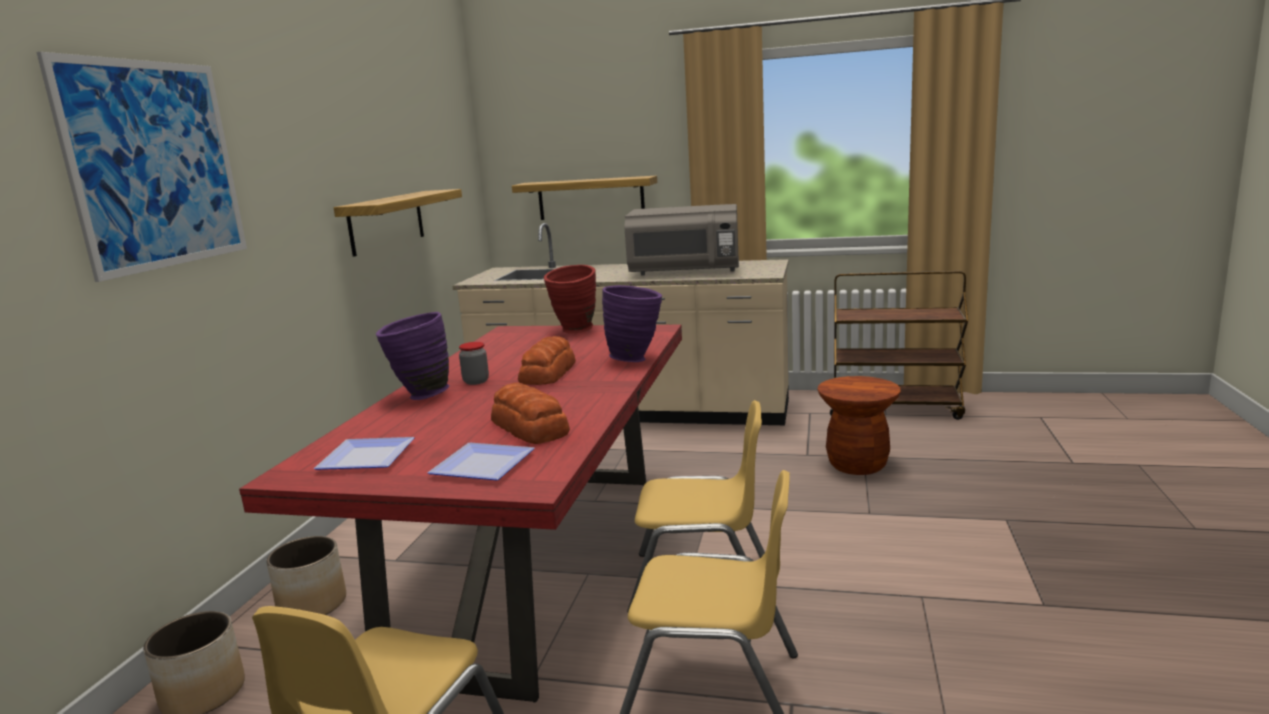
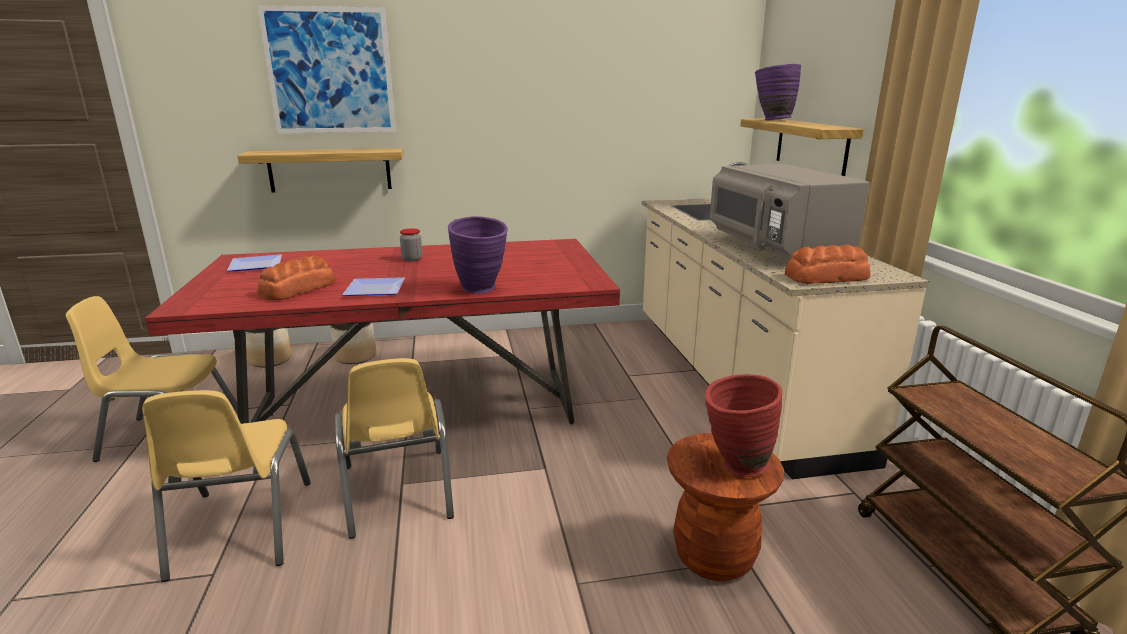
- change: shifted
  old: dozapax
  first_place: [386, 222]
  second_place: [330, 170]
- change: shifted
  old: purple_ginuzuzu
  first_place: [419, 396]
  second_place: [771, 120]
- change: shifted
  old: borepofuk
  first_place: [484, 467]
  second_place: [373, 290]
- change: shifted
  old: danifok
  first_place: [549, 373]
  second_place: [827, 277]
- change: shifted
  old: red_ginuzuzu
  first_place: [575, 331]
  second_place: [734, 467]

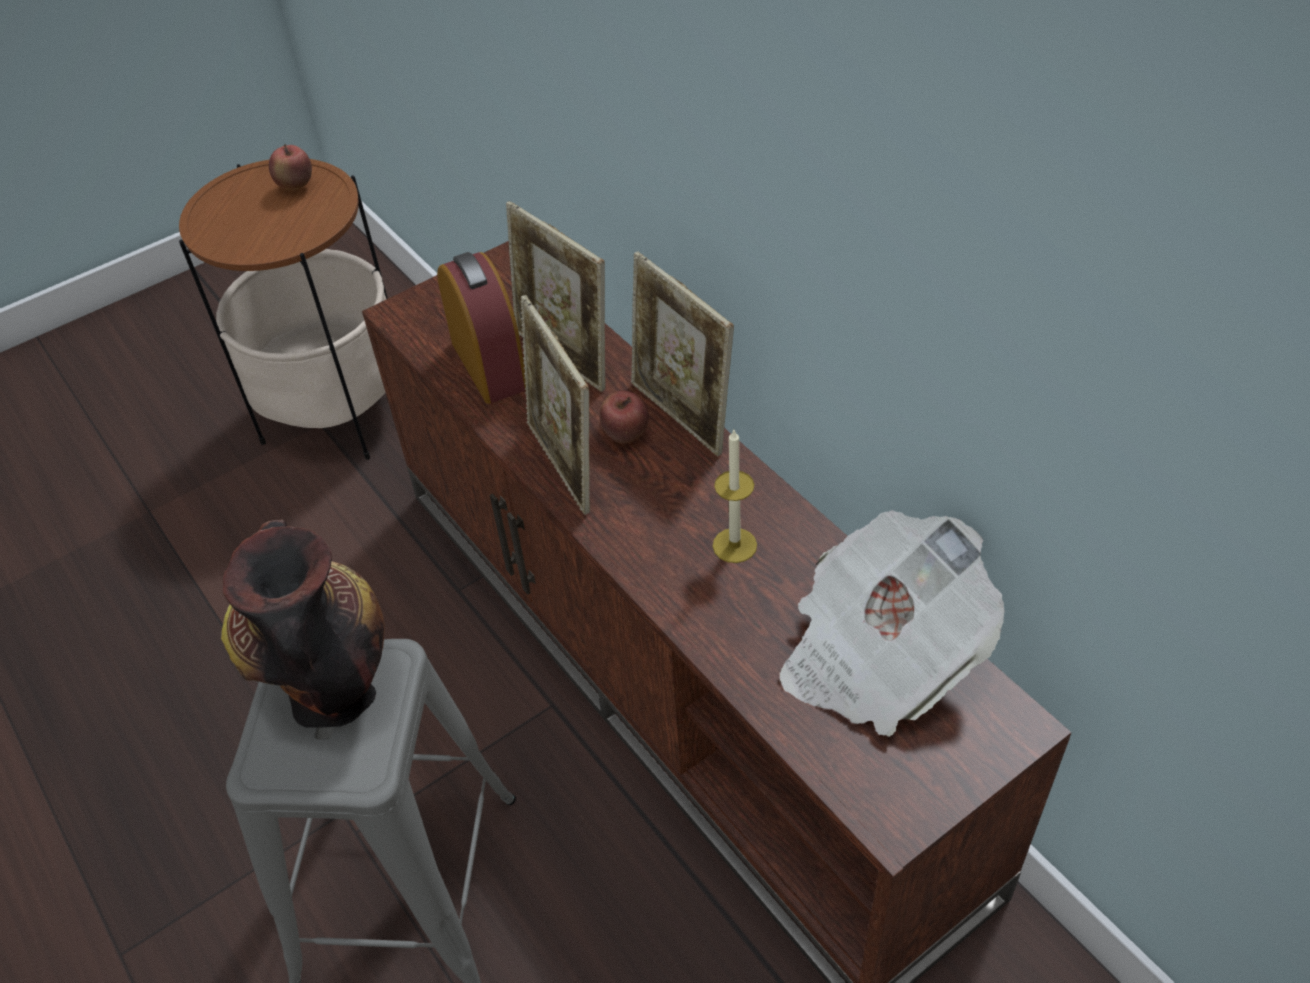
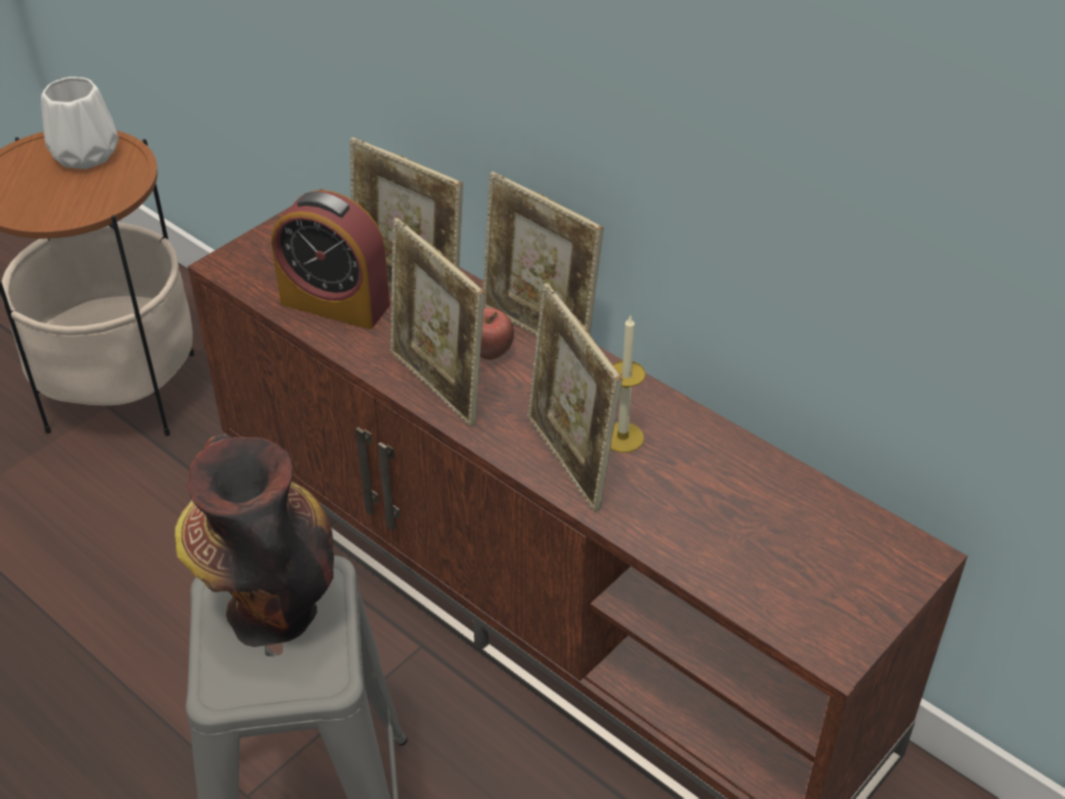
- change: gone
  old: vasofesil
  first_place: [879, 654]
- change: new
  new: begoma
  second_place: [569, 462]
- change: swapped
  old: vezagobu
  new: white_ginuzuzu
  first_place: [296, 186]
  second_place: [86, 153]
- change: rotated
  old: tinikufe
  first_place: [489, 365]
  second_place: [335, 303]
  degrees: 150

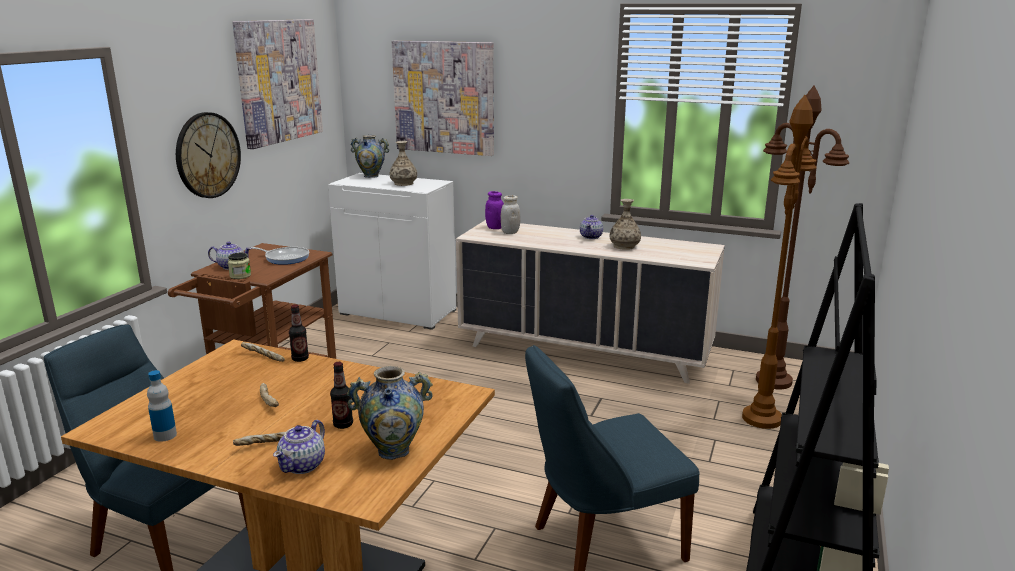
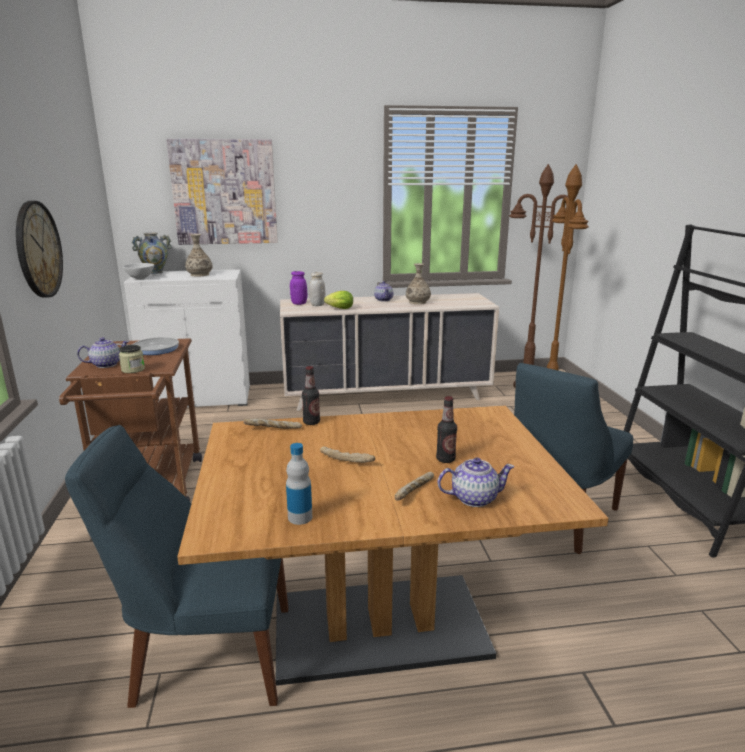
- change: gone
  old: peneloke
  first_place: [278, 81]
- change: gone
  old: ginuzuzu
  first_place: [393, 451]
- change: new
  new: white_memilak
  second_place: [140, 279]
- change: new
  new: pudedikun
  second_place: [338, 308]
- change: rotated
  old: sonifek
  first_place: [303, 465]
  second_place: [473, 498]
  degrees: -90

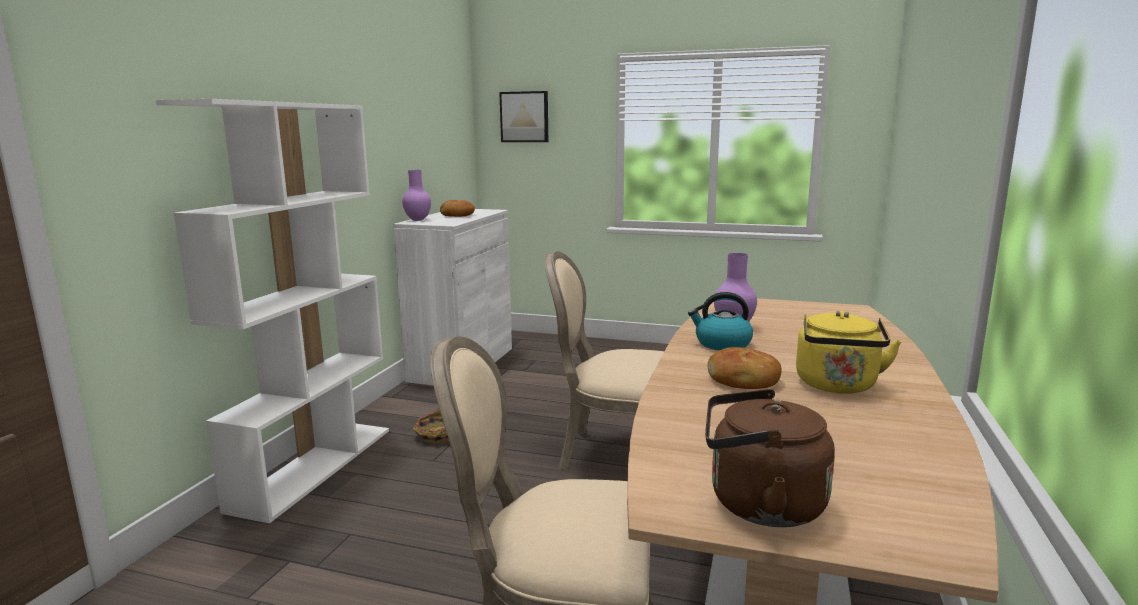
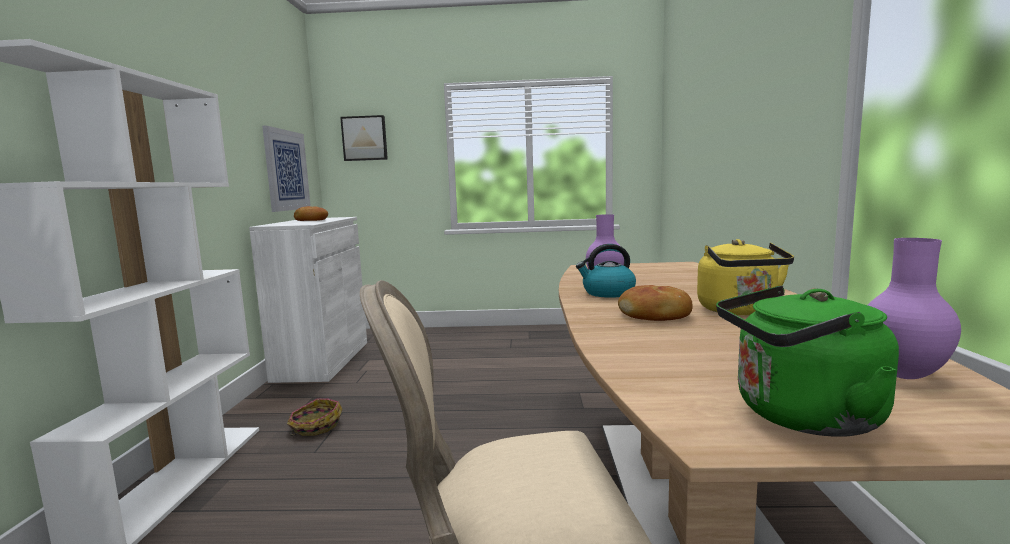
- change: gone
  old: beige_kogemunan
  first_place: [614, 453]
- change: new
  new: peneloke
  second_place: [286, 170]
- change: shifted
  old: purple_ginuzuzu
  first_place: [418, 220]
  second_place: [903, 374]
- change: repainted
  old: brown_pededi
  new: green_pededi
  first_place: [759, 505]
  second_place: [799, 416]

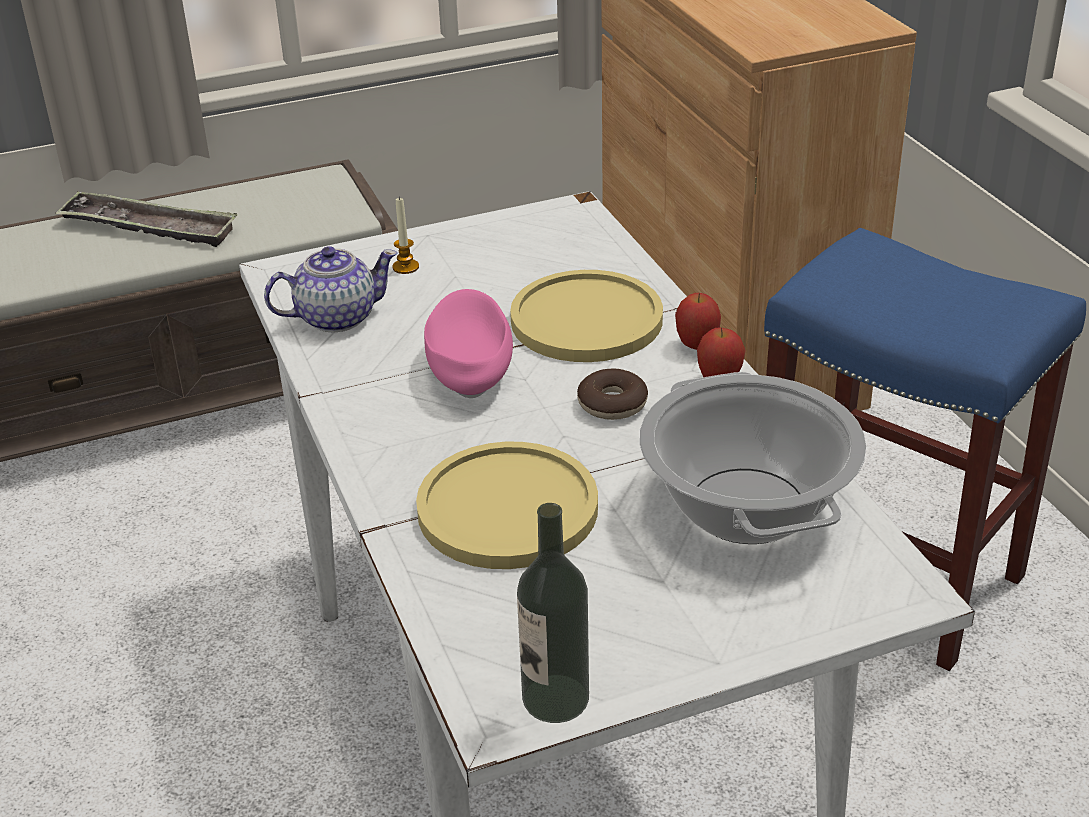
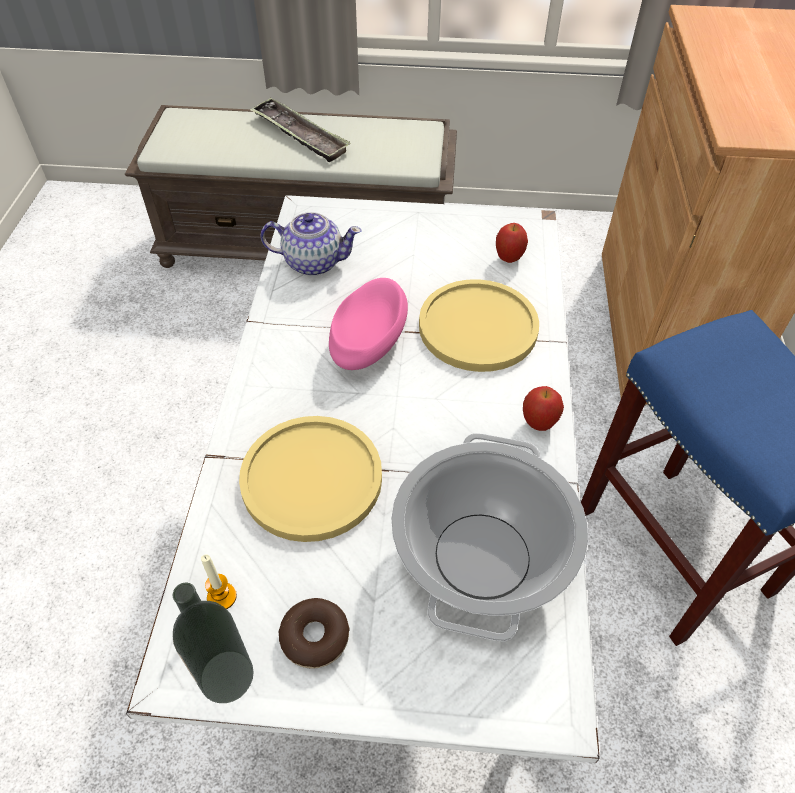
- change: shifted
  old: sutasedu
  first_place: [405, 267]
  second_place: [222, 597]
- change: shifted
  old: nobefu
  first_place: [612, 404]
  second_place: [315, 637]
- change: shifted
  old: vezagobu
  first_place: [696, 345]
  second_place: [508, 259]

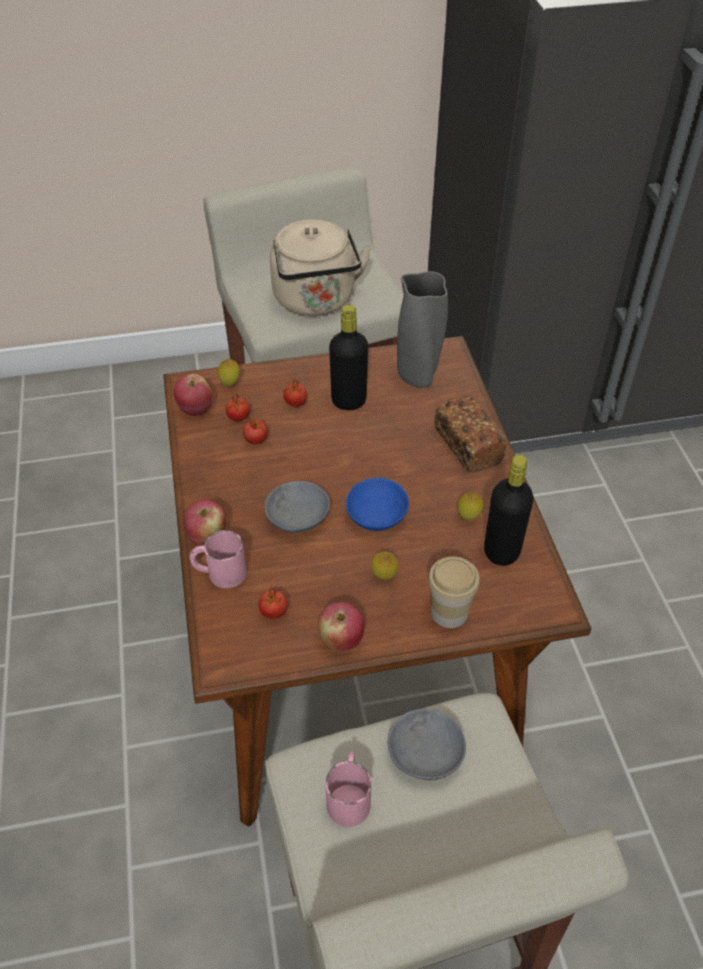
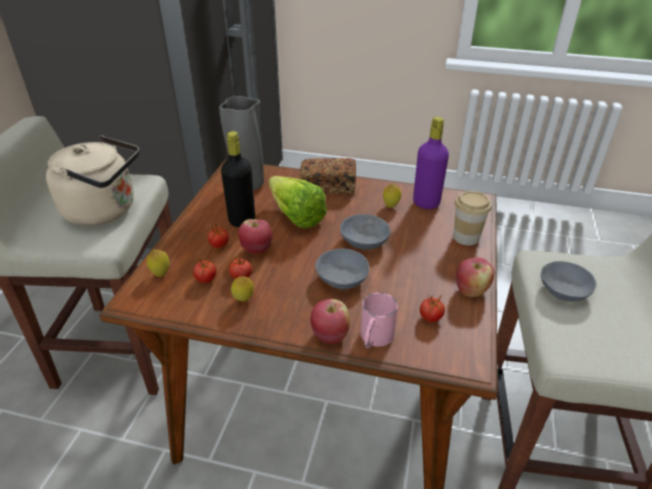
- change: gone
  old: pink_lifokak
  first_place: [349, 795]
- change: new
  new: pudedikun
  second_place: [294, 214]
- change: shifted
  old: vezagobu
  first_place: [195, 409]
  second_place: [257, 249]
- change: shifted
  old: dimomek
  first_place: [384, 577]
  second_place: [244, 300]
- change: repainted
  old: blue_memilak
  new: grey_memilak
  first_place: [375, 514]
  second_place: [363, 241]
- change: repainted
  old: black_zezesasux
  new: purple_zezesasux
  first_place: [501, 551]
  second_place: [426, 203]

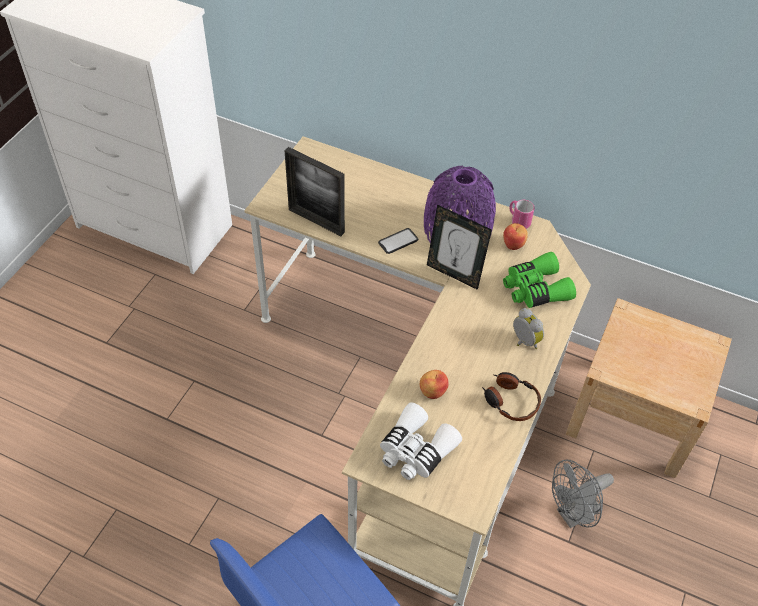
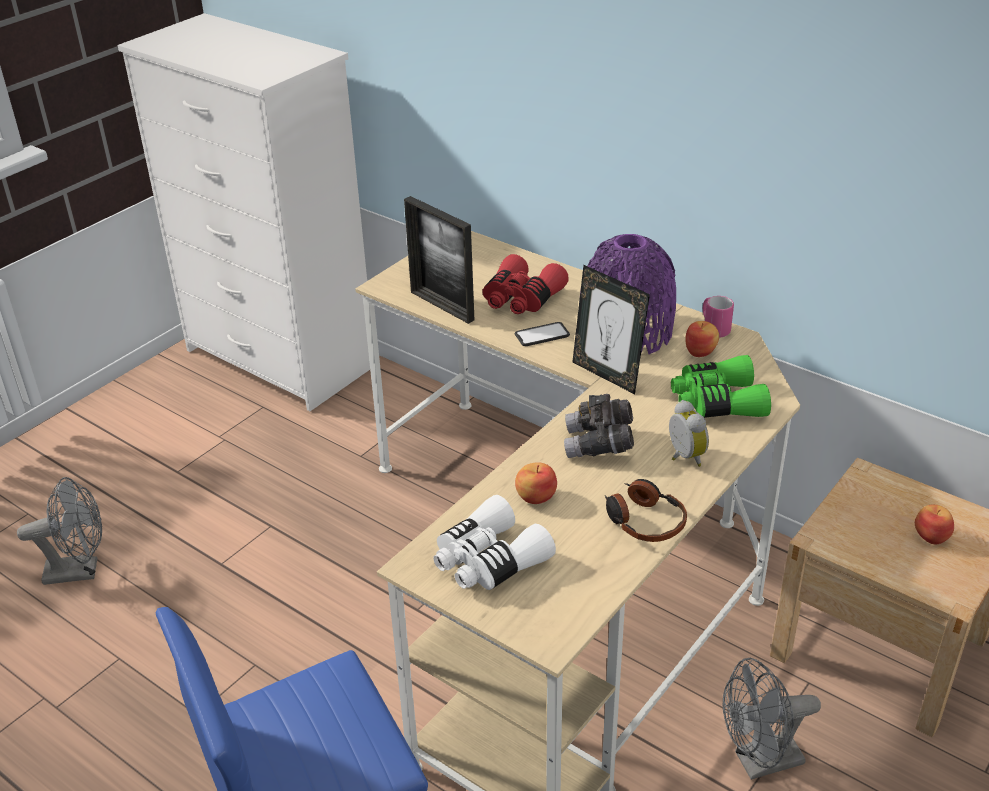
- change: new
  new: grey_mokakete
  second_place: [80, 571]
- change: new
  new: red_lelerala
  second_place: [521, 299]
- change: new
  new: grey_lelerala
  second_place: [599, 444]
- change: new
  new: vezagobu
  second_place: [931, 535]

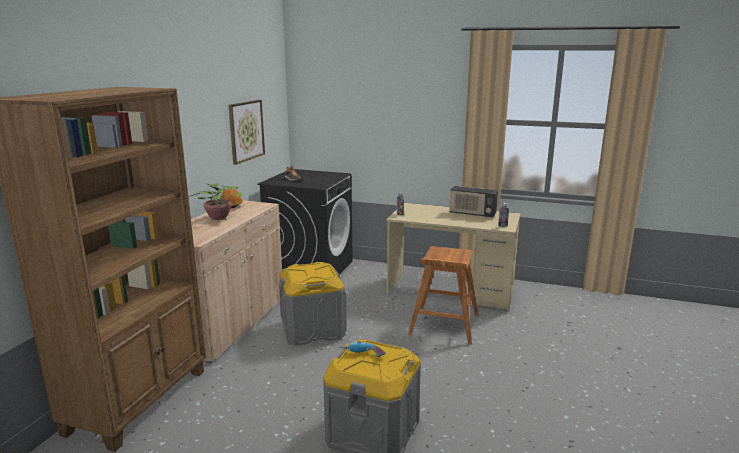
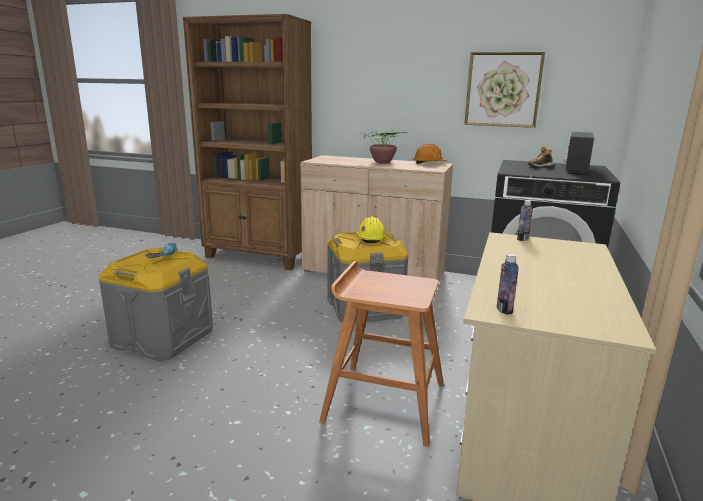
- change: new
  new: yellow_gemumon
  second_place: [371, 238]
- change: shifted
  old: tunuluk
  first_place: [472, 214]
  second_place: [576, 169]

